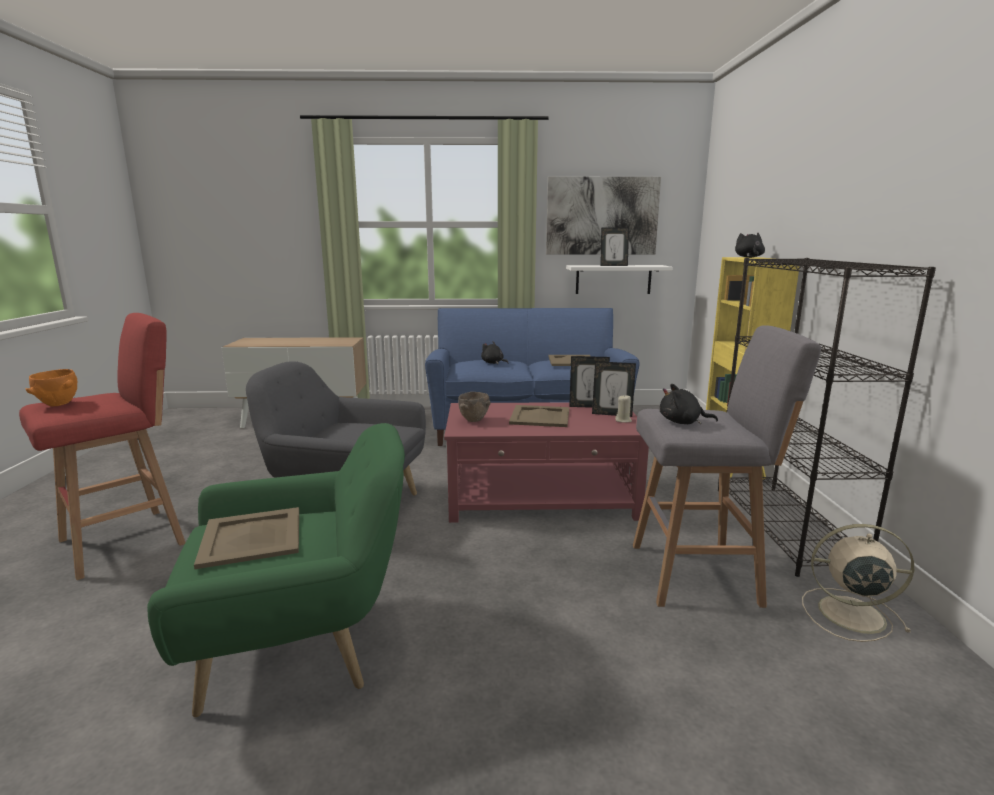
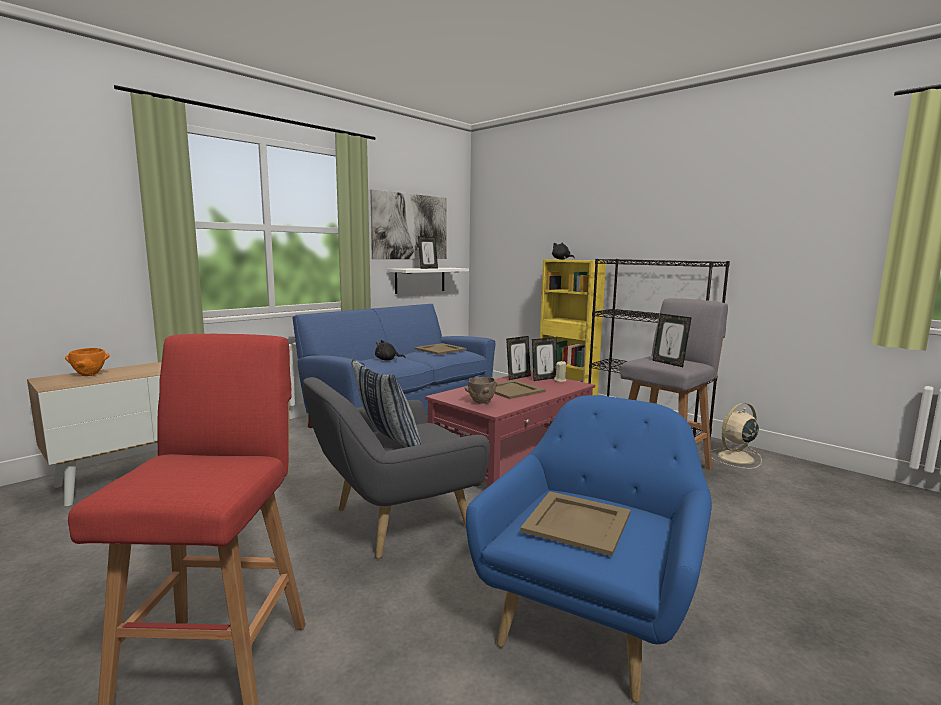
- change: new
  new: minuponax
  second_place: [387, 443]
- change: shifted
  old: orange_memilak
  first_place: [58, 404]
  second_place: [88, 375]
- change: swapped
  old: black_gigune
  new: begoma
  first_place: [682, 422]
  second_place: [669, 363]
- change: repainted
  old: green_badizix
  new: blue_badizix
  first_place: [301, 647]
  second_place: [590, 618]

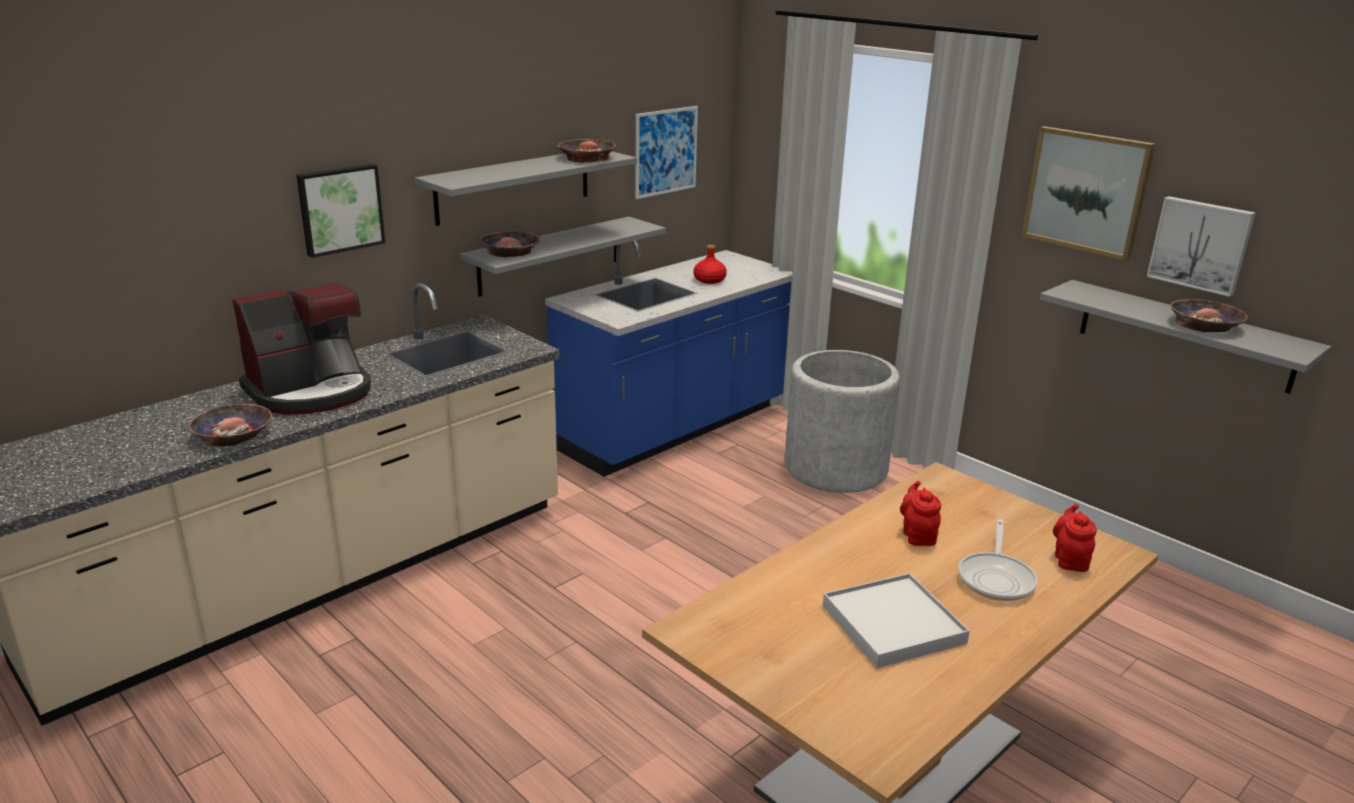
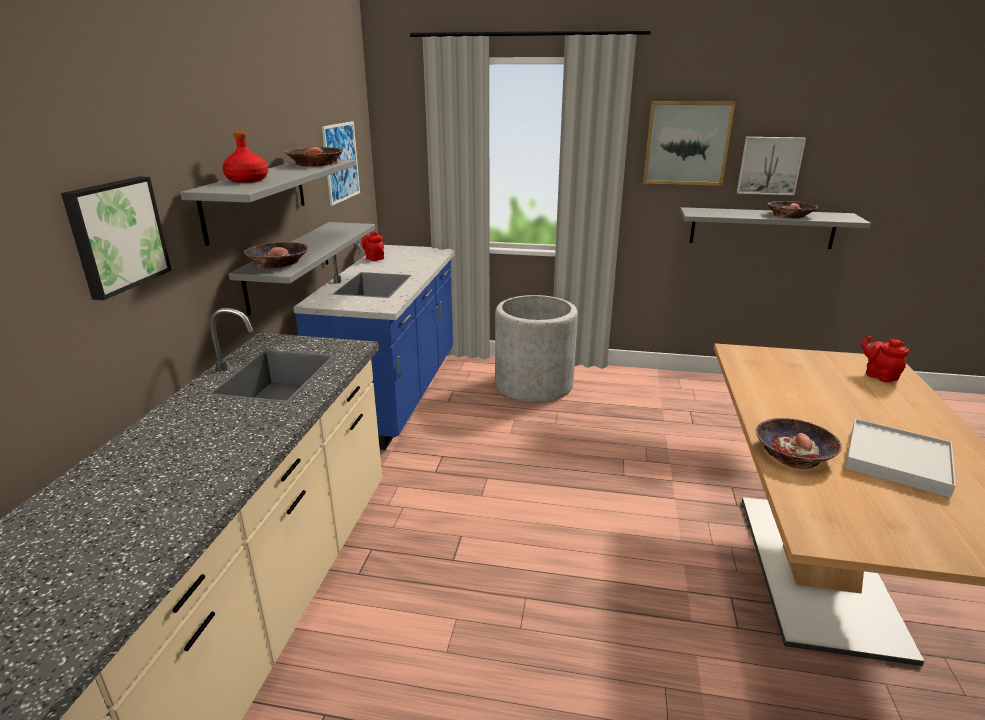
- change: gone
  old: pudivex
  first_place: [311, 392]
- change: gone
  old: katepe
  first_place: [996, 578]
- change: shifted
  old: memilak
  first_place: [233, 434]
  second_place: [793, 452]
- change: shifted
  old: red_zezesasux
  first_place: [709, 280]
  second_place: [247, 180]
- change: shifted
  old: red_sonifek
  first_place: [918, 535]
  second_place: [374, 258]

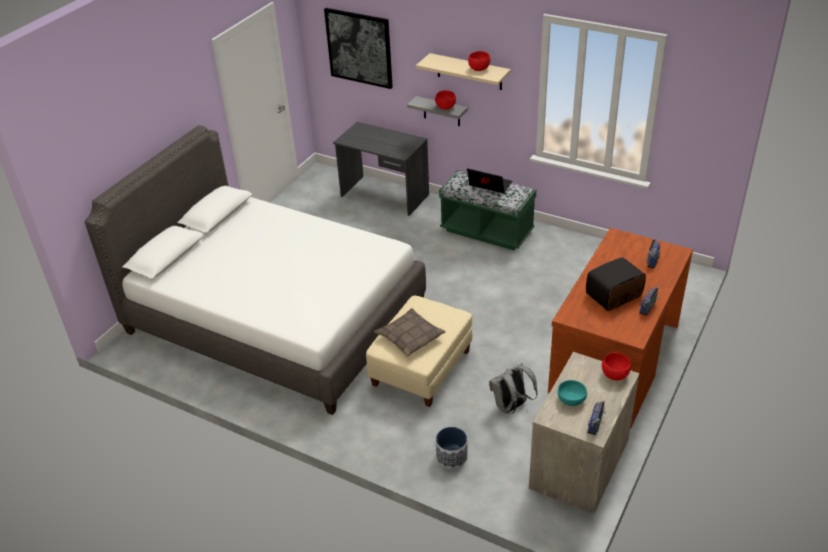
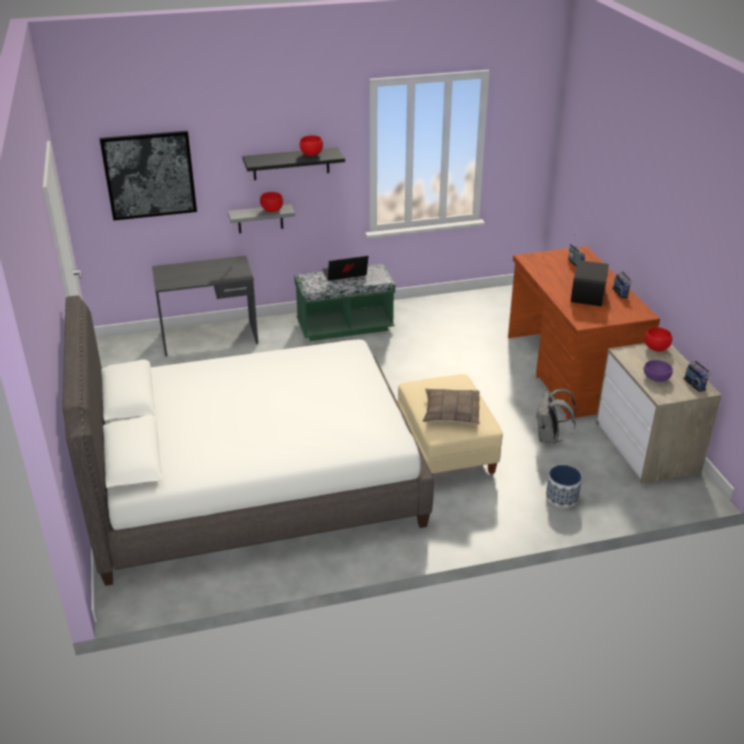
- change: repainted
  old: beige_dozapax
  new: black_dozapax
  first_place: [469, 72]
  second_place: [291, 163]
- change: repainted
  old: turquoise_memilak
  new: purple_memilak
  first_place: [571, 399]
  second_place: [656, 378]

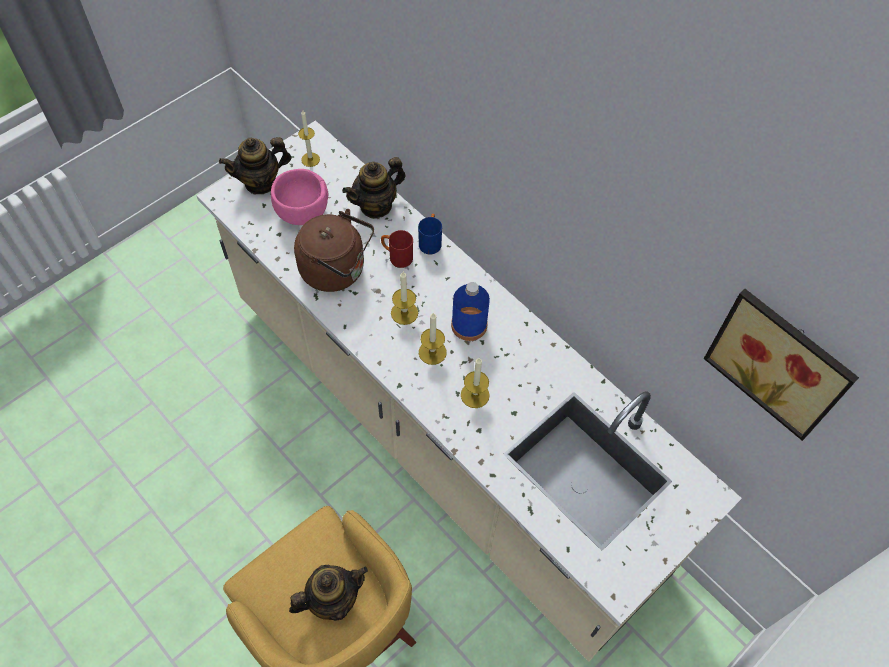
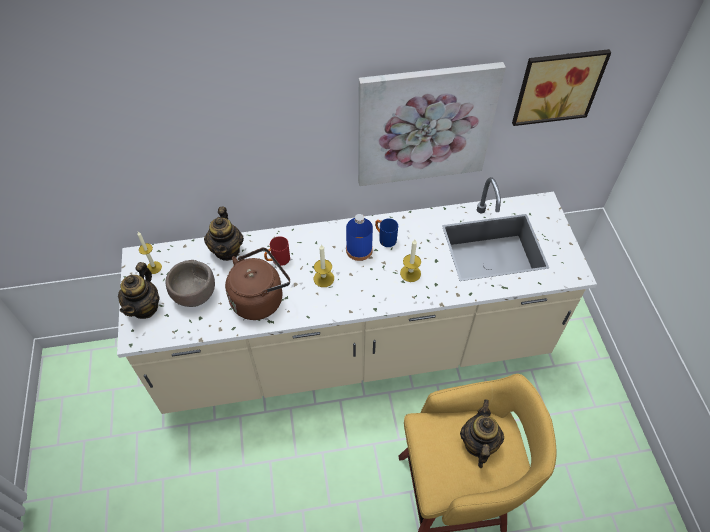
- change: gone
  old: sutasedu
  first_place: [432, 352]
- change: new
  new: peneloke
  second_place: [424, 124]
- change: shifted
  old: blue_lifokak
  first_place: [430, 241]
  second_place: [385, 238]
- change: repainted
  old: pink_memilak
  new: brown_memilak
  first_place: [303, 213]
  second_place: [195, 295]

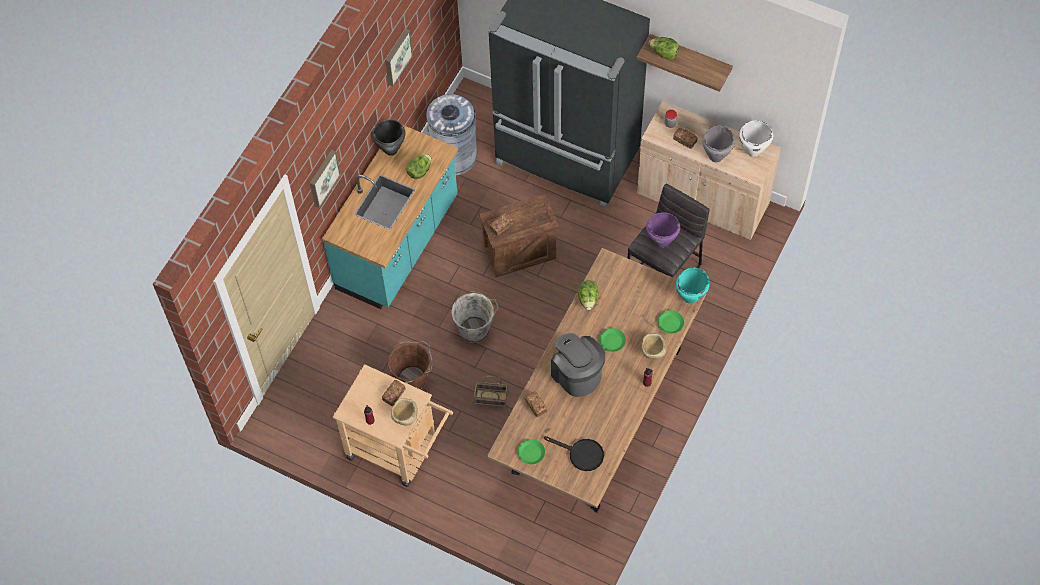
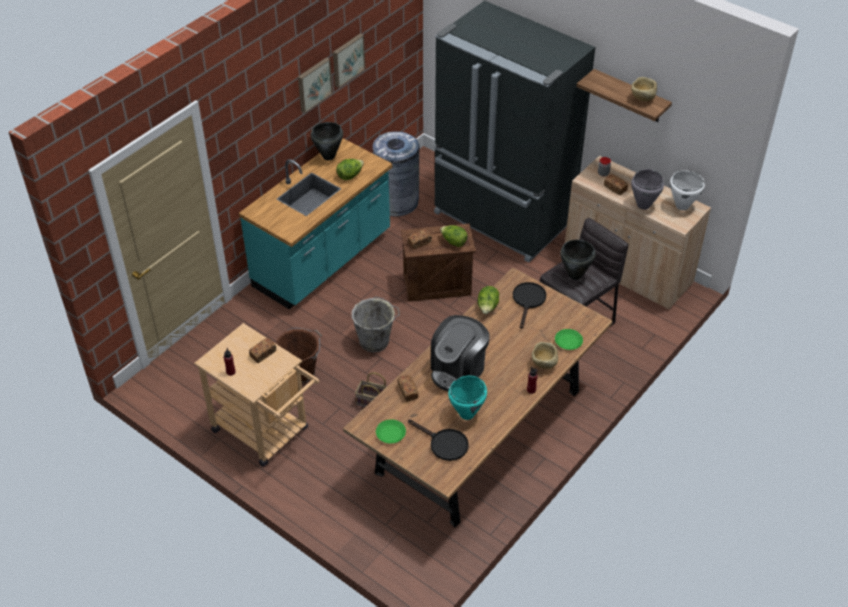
- change: gone
  old: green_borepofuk
  first_place: [612, 341]
- change: new
  new: black_katepe
  second_place: [528, 301]
- change: shifted
  old: peneloke
  first_place: [323, 178]
  second_place: [313, 84]
- change: shifted
  old: beige_memilak
  first_place: [405, 417]
  second_place: [642, 98]
- change: shifted
  old: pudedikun
  first_place: [664, 53]
  second_place: [453, 242]
- change: shifted
  old: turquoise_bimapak
  first_place: [691, 298]
  second_place: [467, 414]
- change: repainted
  old: purple_bimapak
  new: black_bimapak
  first_place: [662, 242]
  second_place: [575, 275]
- change: rotated
  old: pudivex
  first_place: [576, 374]
  second_place: [458, 370]
  degrees: -120

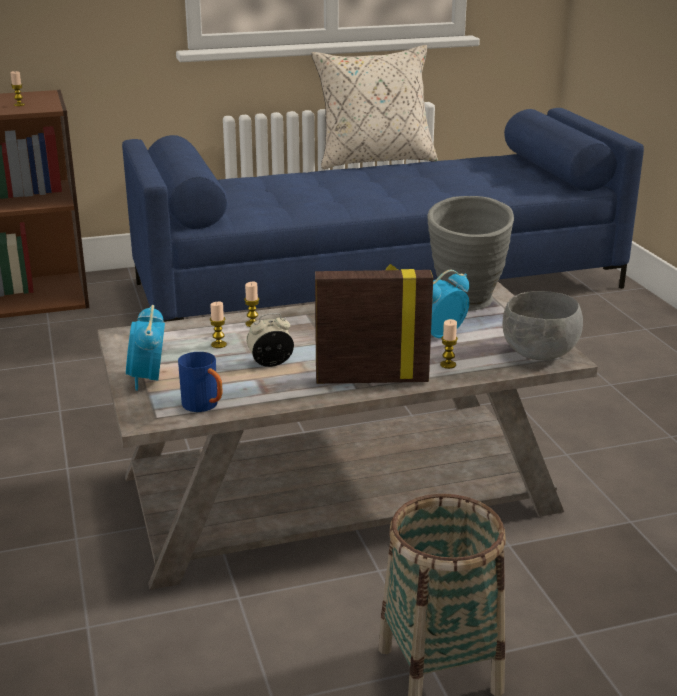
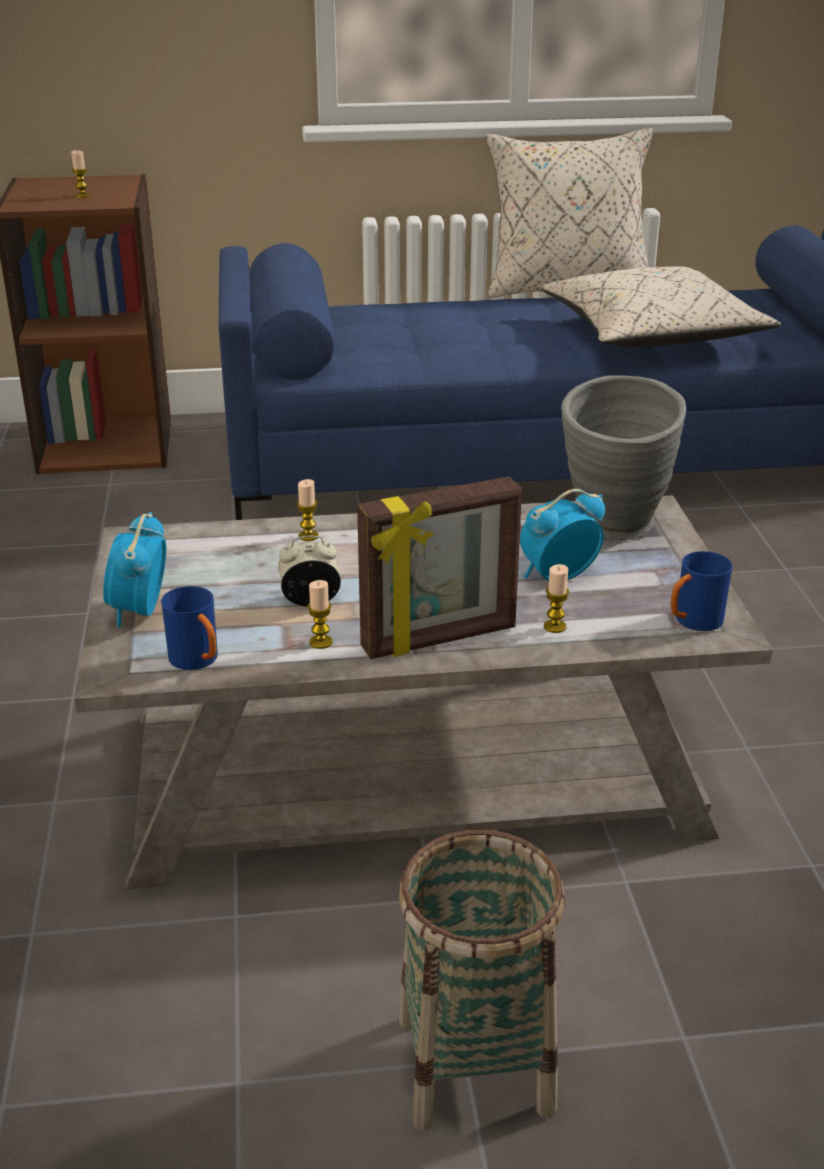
- change: new
  new: beige_minuponax
  second_place: [652, 335]
- change: shifted
  old: sutasedu
  first_place: [218, 345]
  second_place: [321, 642]
- change: swapped
  old: grey_memilak
  new: blue_lifokak
  first_place: [539, 355]
  second_place: [692, 623]
- change: rotated
  old: begoma
  first_place: [371, 379]
  second_place: [439, 639]
  degrees: 150

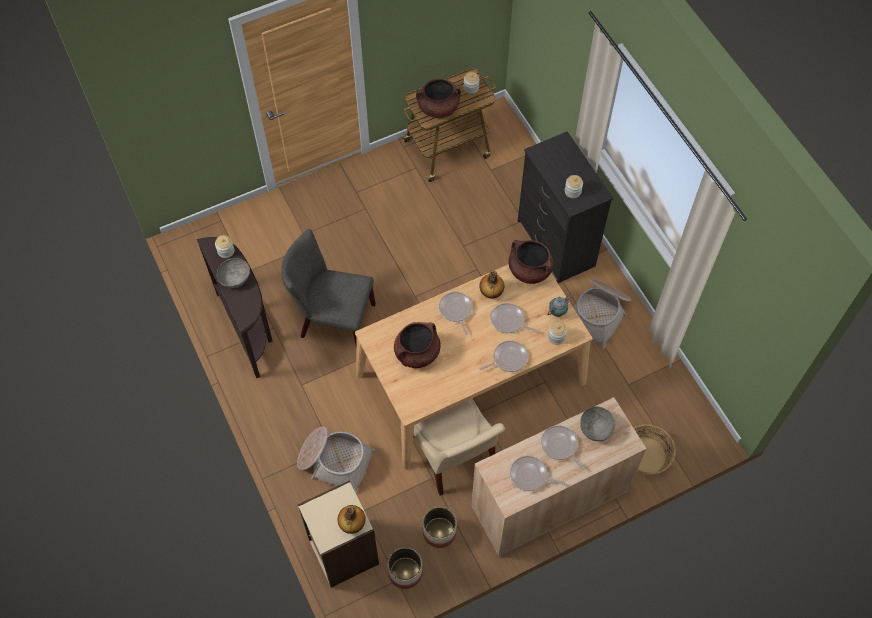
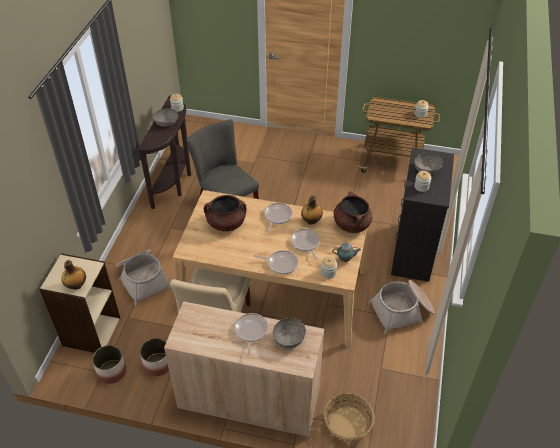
- change: gone
  old: brown_bimapak
  first_place: [438, 108]
- change: gone
  old: katepe
  first_place: [530, 476]
- change: new
  new: grey_memilak
  second_place: [427, 169]

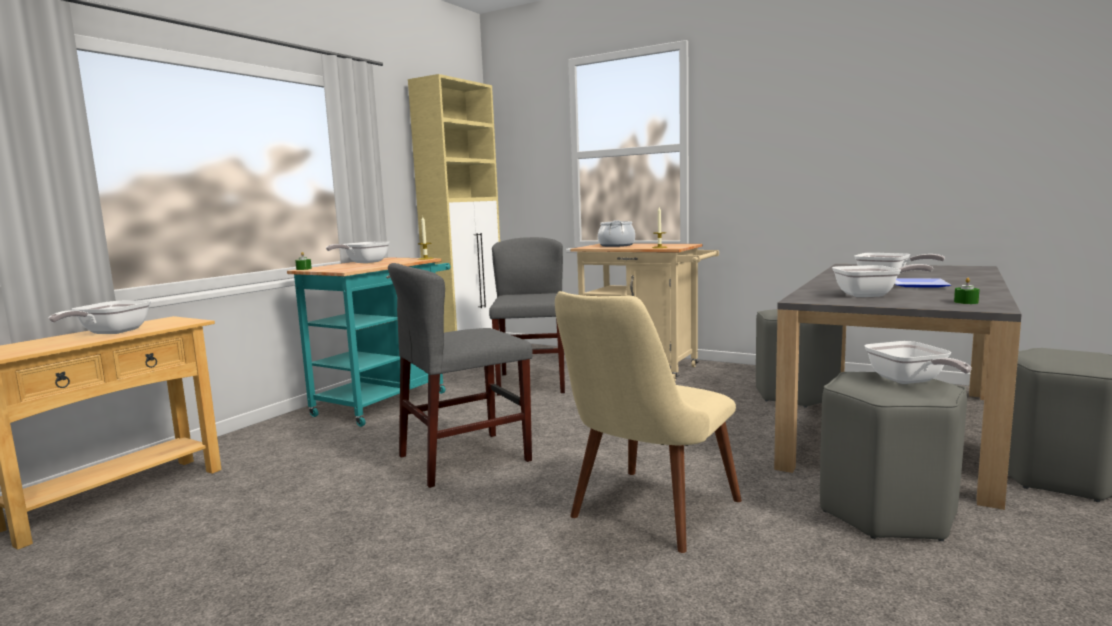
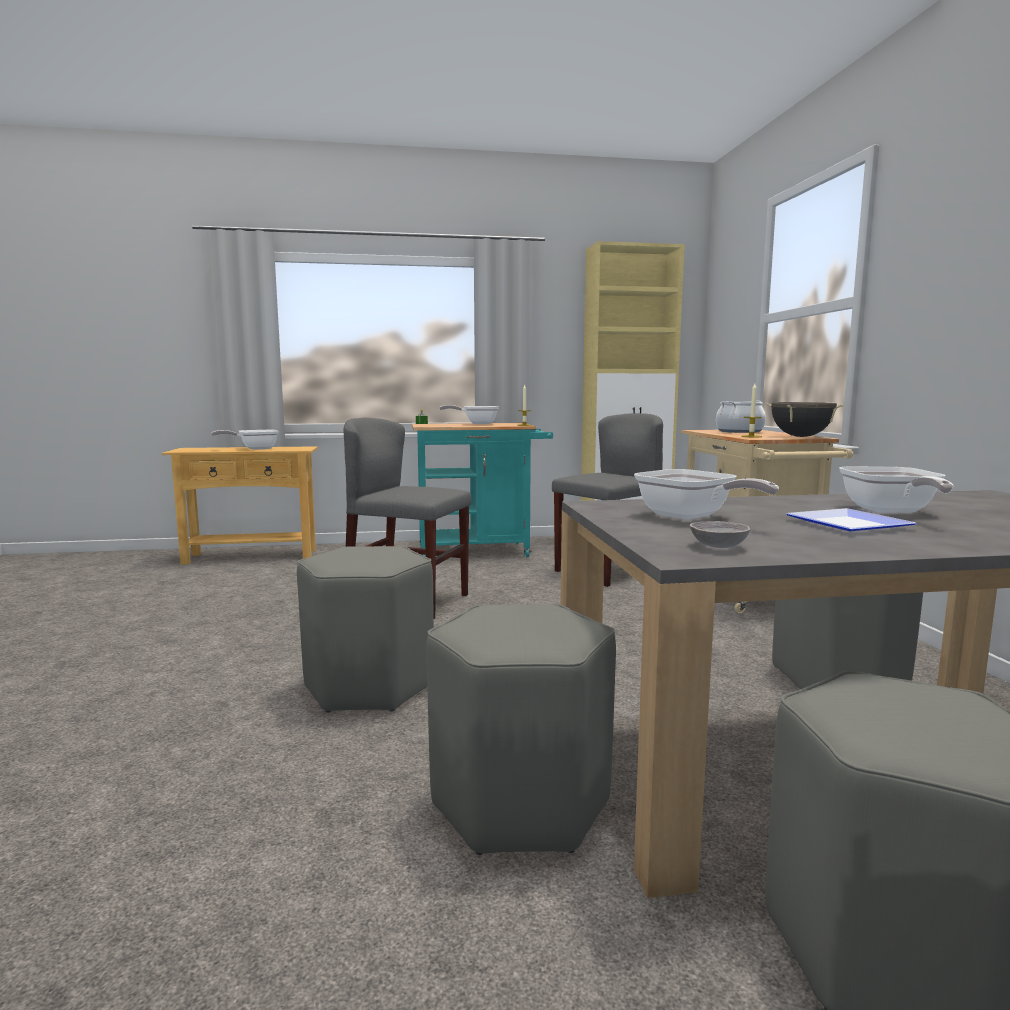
- change: gone
  old: katepe
  first_place: [910, 382]
- change: new
  new: black_bimapak
  second_place: [801, 436]
- change: swapped
  old: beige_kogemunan
  new: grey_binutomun
  first_place: [645, 517]
  second_place: [369, 685]
- change: swapped
  old: green_sutasedu
  new: grey_memilak
  first_place: [966, 302]
  second_place: [718, 546]

